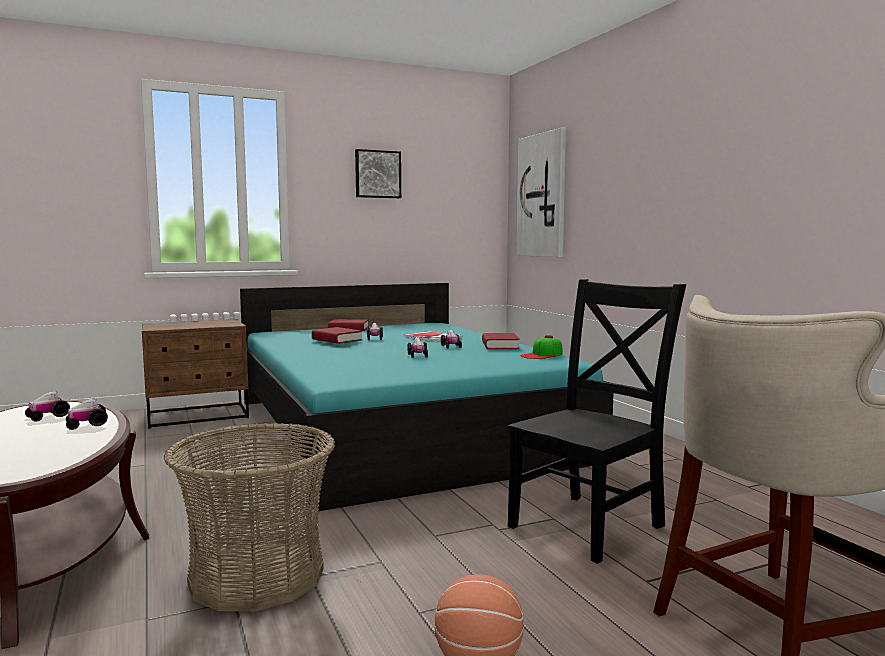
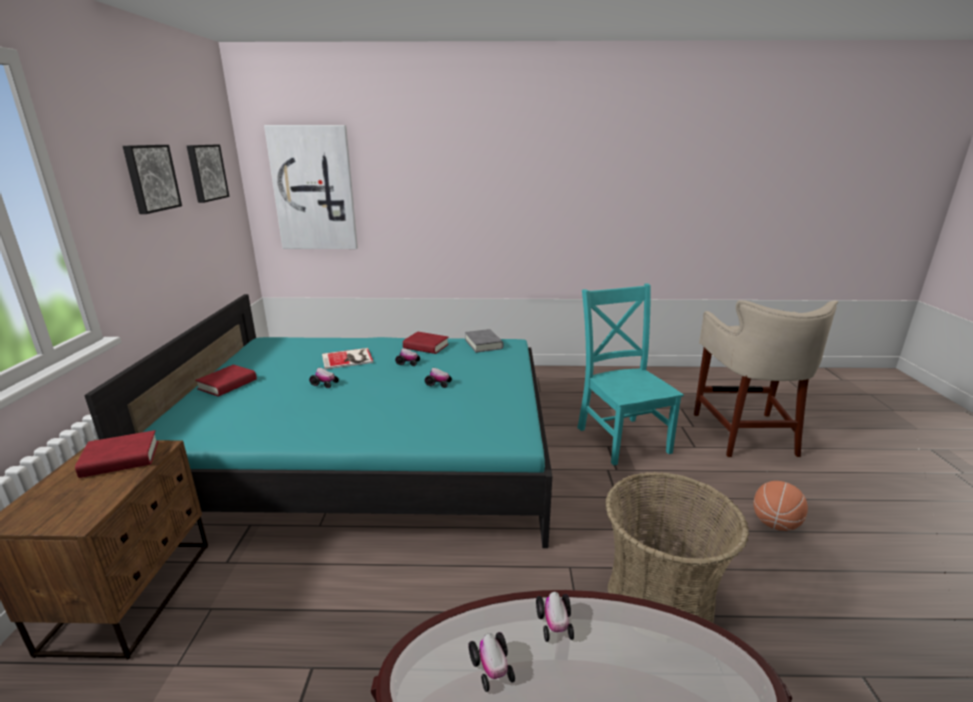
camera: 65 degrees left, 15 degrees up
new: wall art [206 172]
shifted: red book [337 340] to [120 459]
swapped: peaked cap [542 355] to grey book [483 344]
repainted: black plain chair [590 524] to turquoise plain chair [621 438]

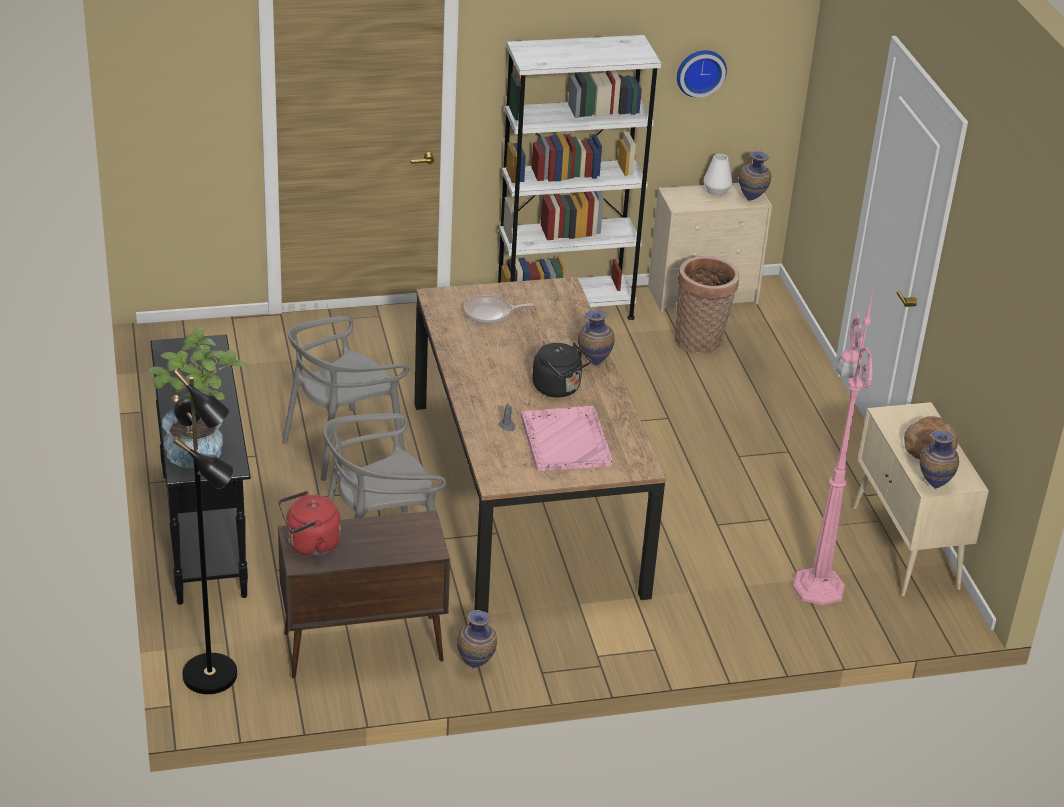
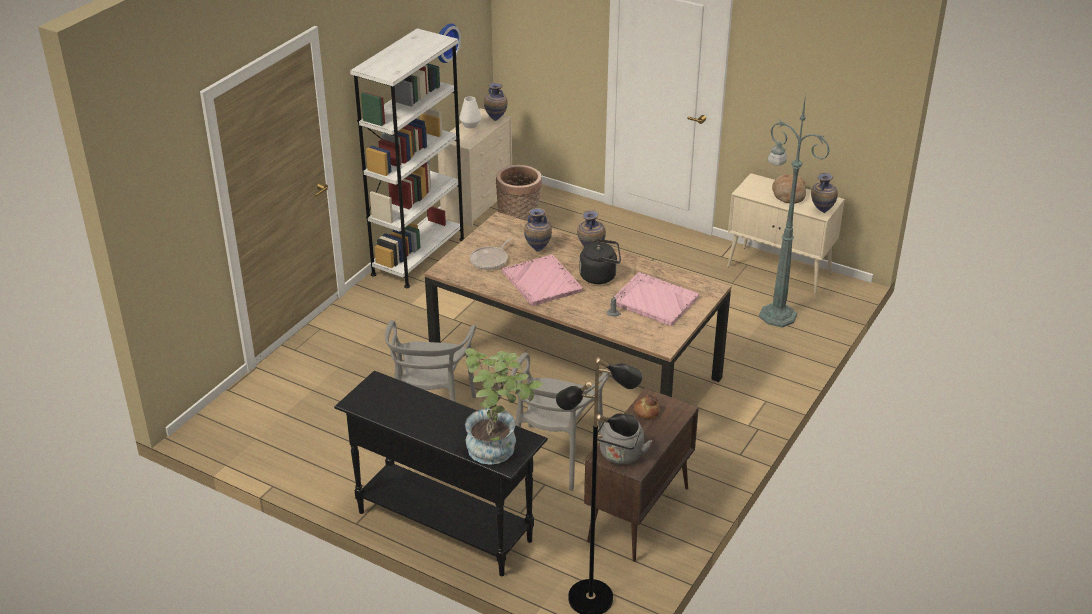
camera: 45 degrees left, 0 degrees up
new: pinkish tray [542 282]; baked bread [646 411]
shifted: vase [476 664] to [538 249]
repainted: red kettle [310 544] to grey kettle [620 456]; pinkish floor lamp [818 585] to green floor lamp [776 315]

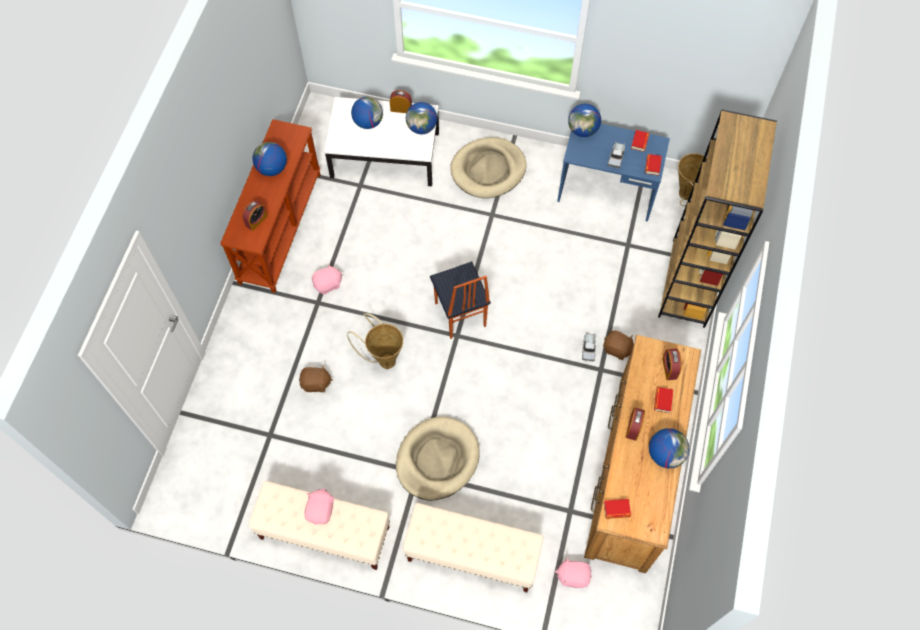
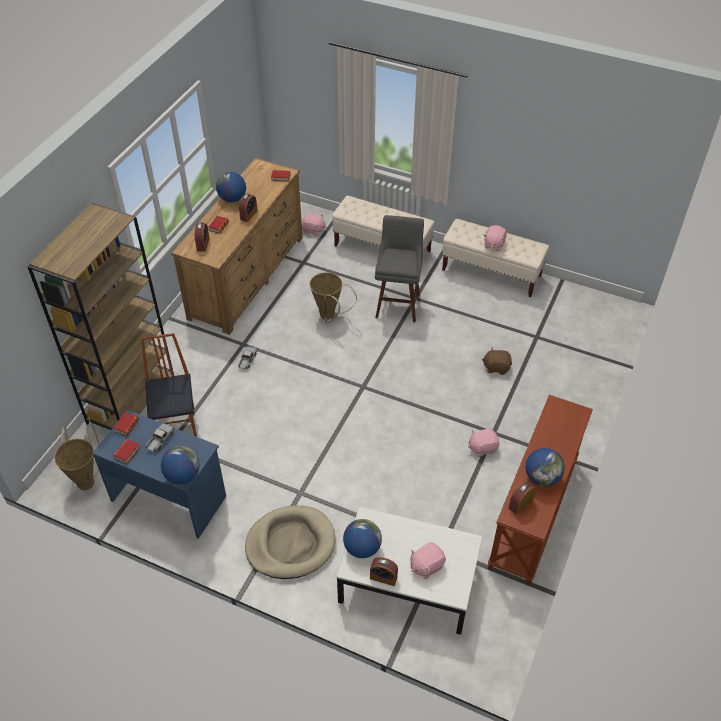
camera: 170 degrees left, 15 degrees down
gone: brown soft toy [617 349]
shifted: plain chair [459 315] to [178 426]; household basket [383 359] to [329 317]; bedside clock [256 220] to [520 504]
swapped: sand-coloured dog cushion [437 459] to grey sitting stool [398 303]; desk globe [368 122] to pinkish soft toy [426 565]

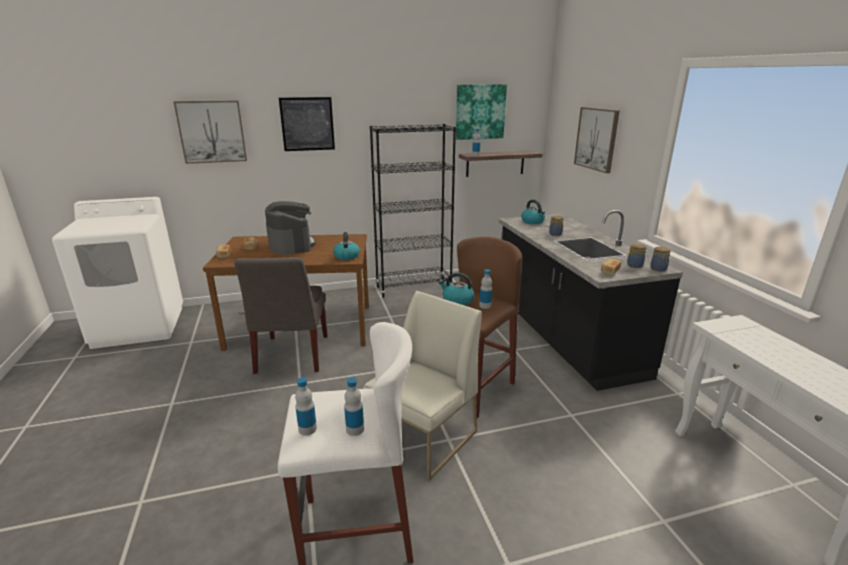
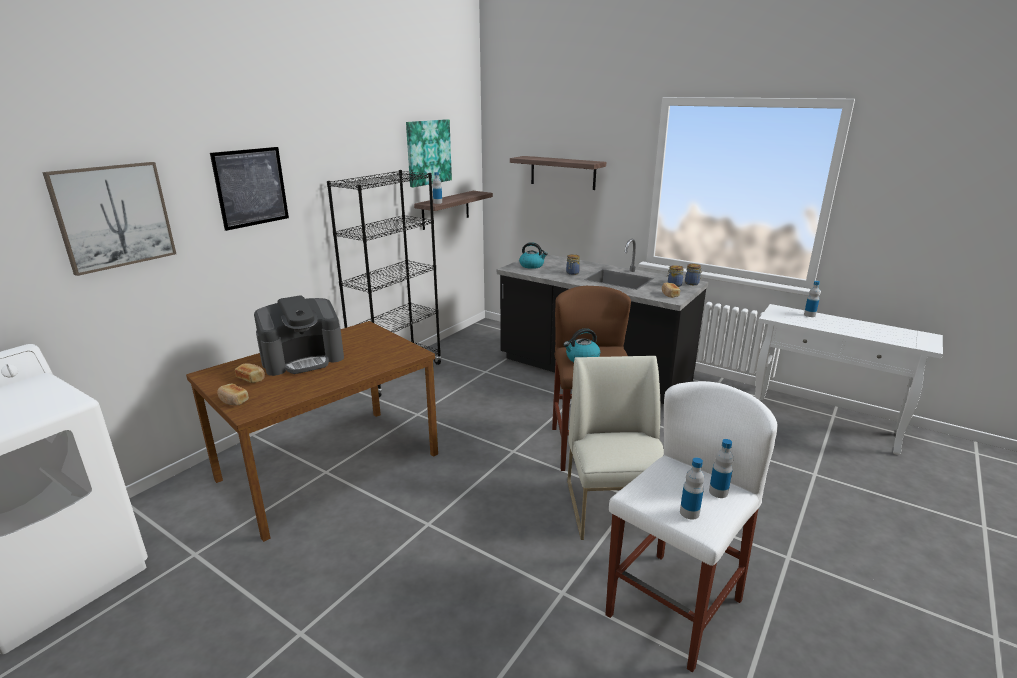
camera: 40 degrees left, 0 degrees up
gone: grey plain chair [291 356]; kettle [346 256]
shifted: drink bottle [485 306] to [809 315]
swapped: wall art [596 139] to bracket shelf [562 172]
rotated: coffee maker [291 245] = [303 359] 120 degrees clockwise

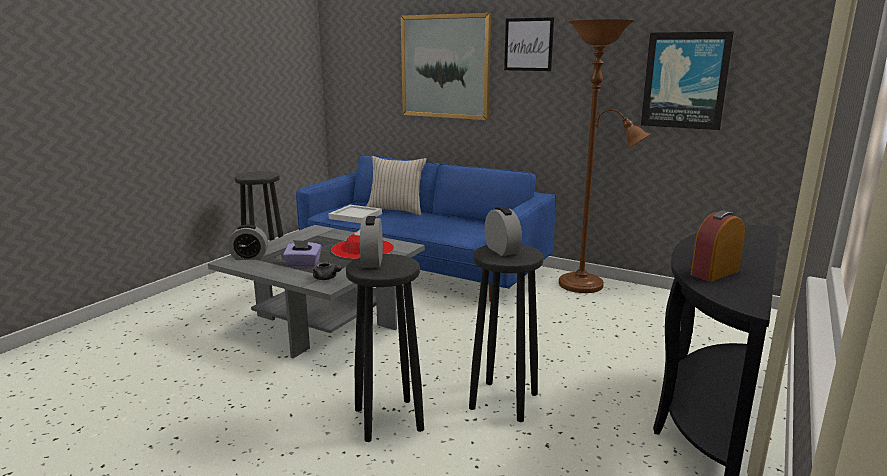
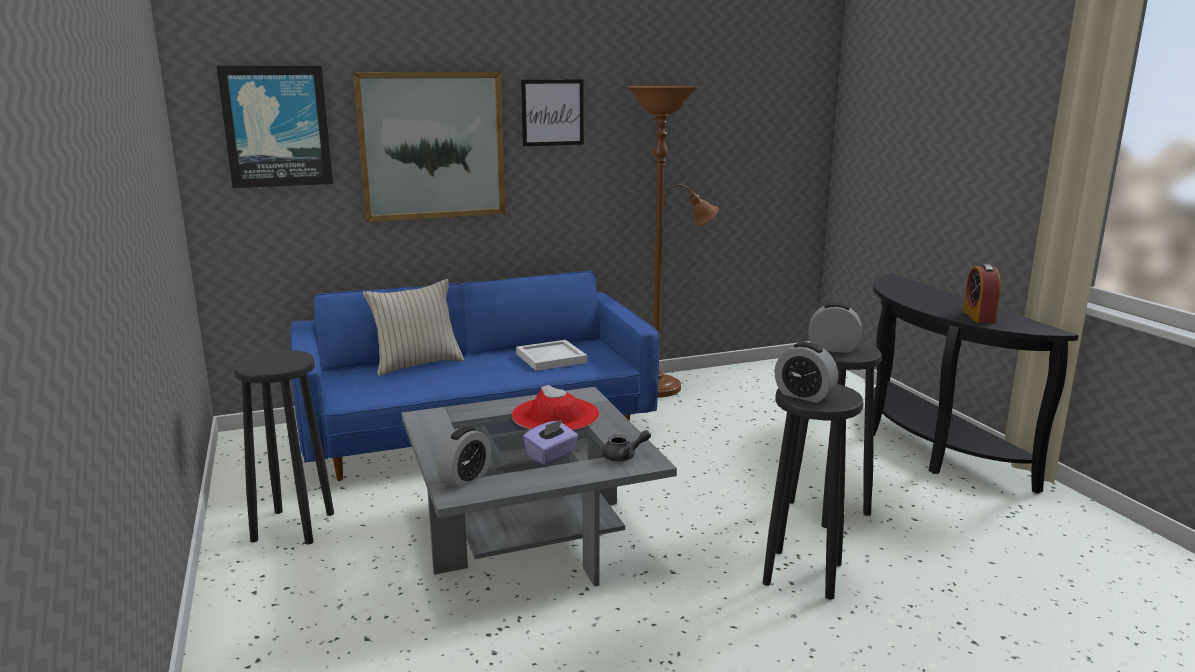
camera: 50 degrees left, 0 degrees up
shifted: wall art [685 80] to [277 126]; whitish tray [355 216] to [550 358]

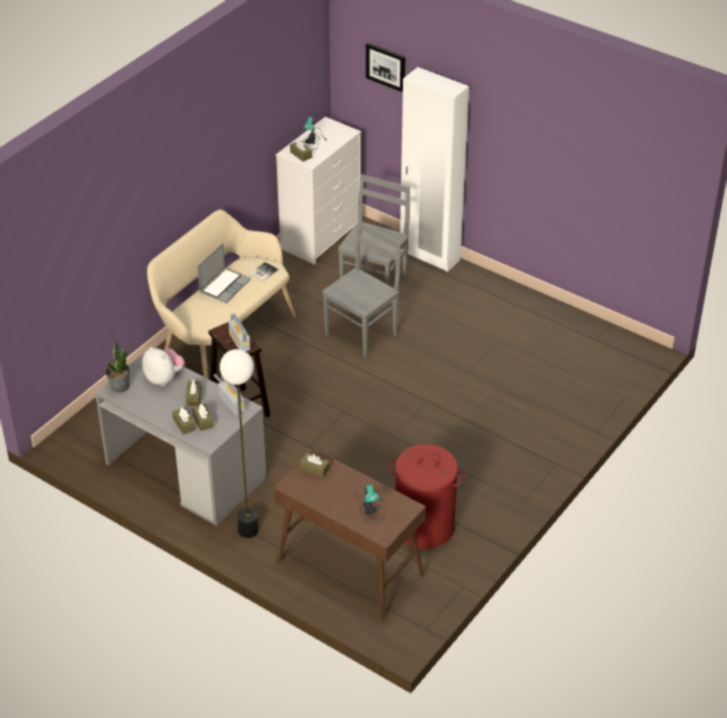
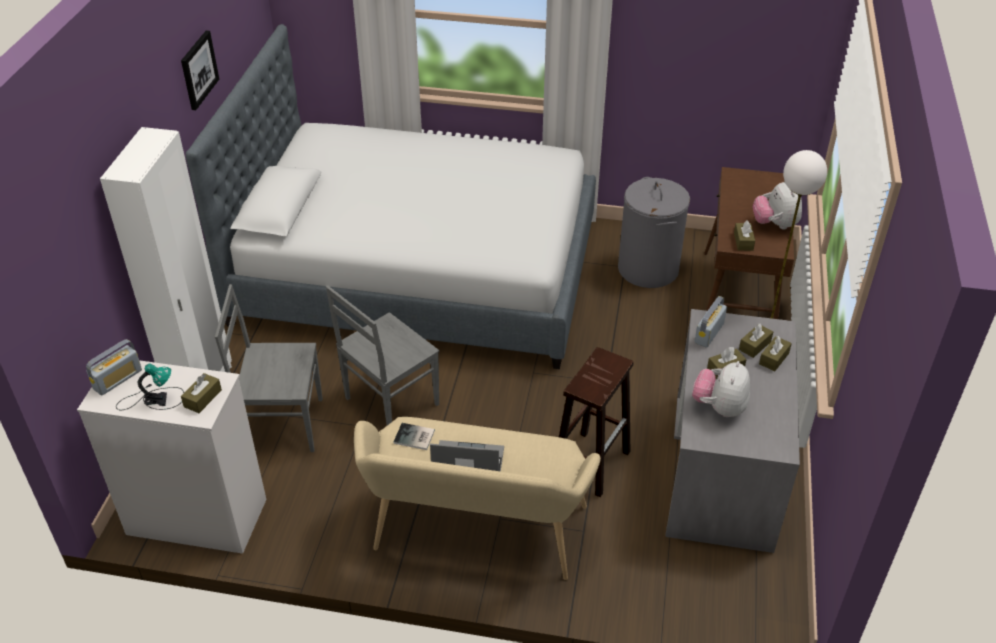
camera: 115 degrees left, 0 degrees up
gone: plant in a pot [120 386]; table lamp [370 506]
new: sleeping bed [418 271]; soft toy [774 224]
shifted: radio receiver [239 342] to [117 379]; wall art [386 66] to [198 70]
repainted: red washing basket [424 527] to grey washing basket [648 269]
rotated: grey plain chair [362 333] = [389 402] 60 degrees counterclockwise

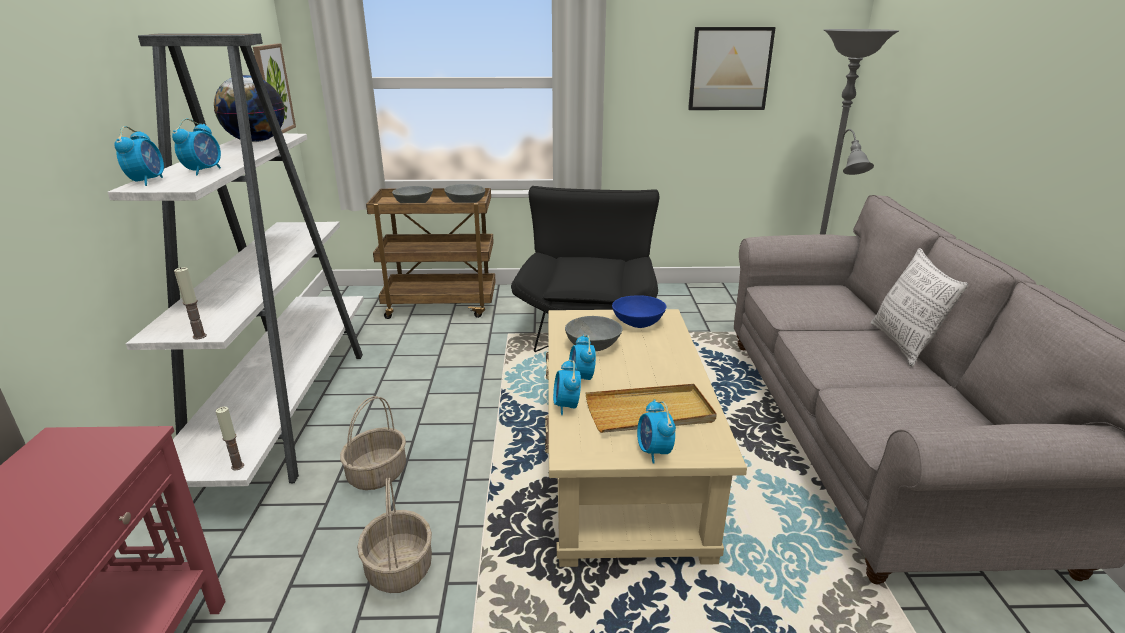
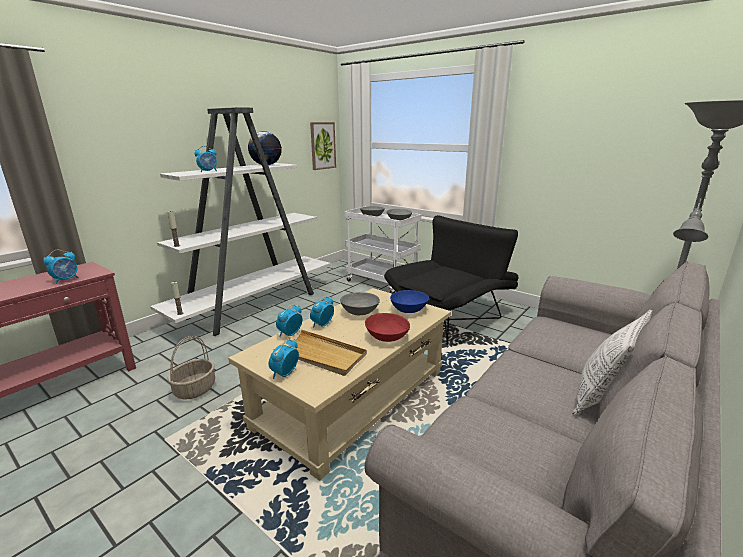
camera: 40 degrees right, 5 degrees down
gone: household basket [377 473]; wall art [730 69]
new: red serving bowl [386 337]
shifted: bedside clock [147 181] to [66 280]
repainted: brown trolley [442 305] to whitish trolley [382 282]

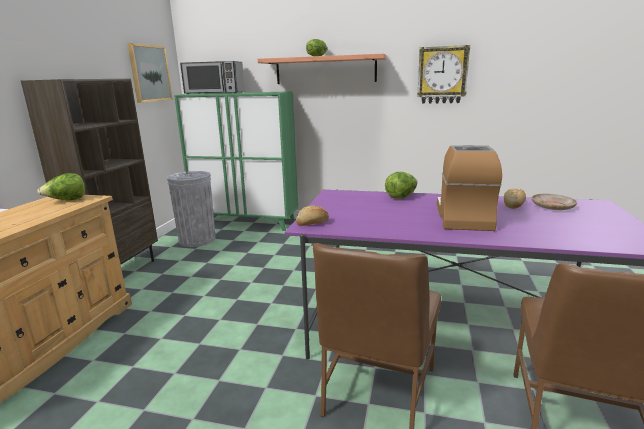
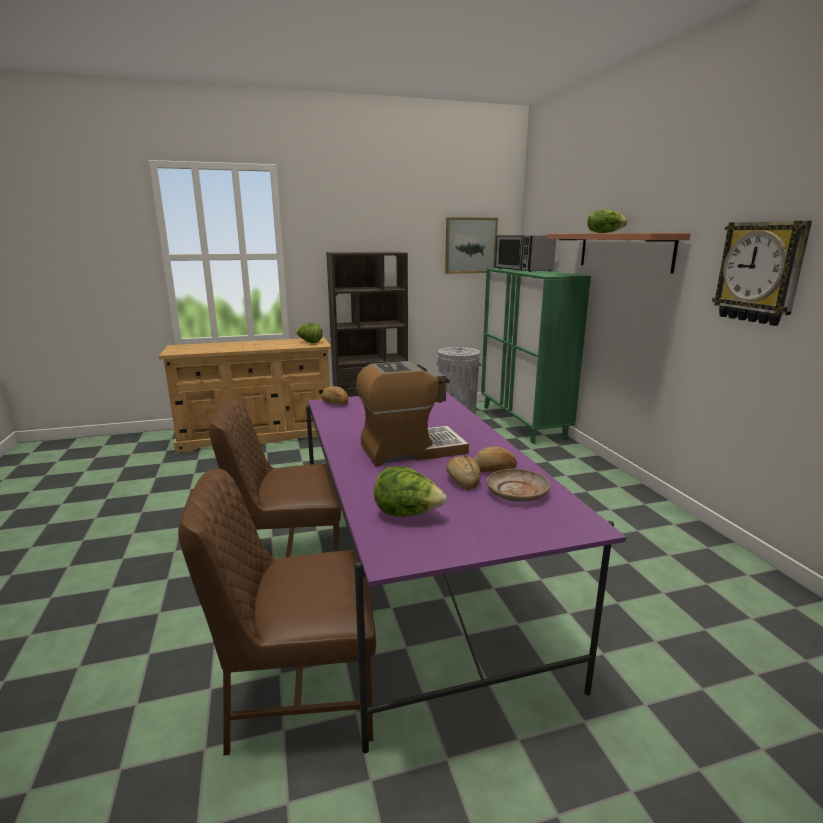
camera: 60 degrees right, 0 degrees up
new: baked bread [462 481]
shifted: head of lettuce [401 197] to [407 514]

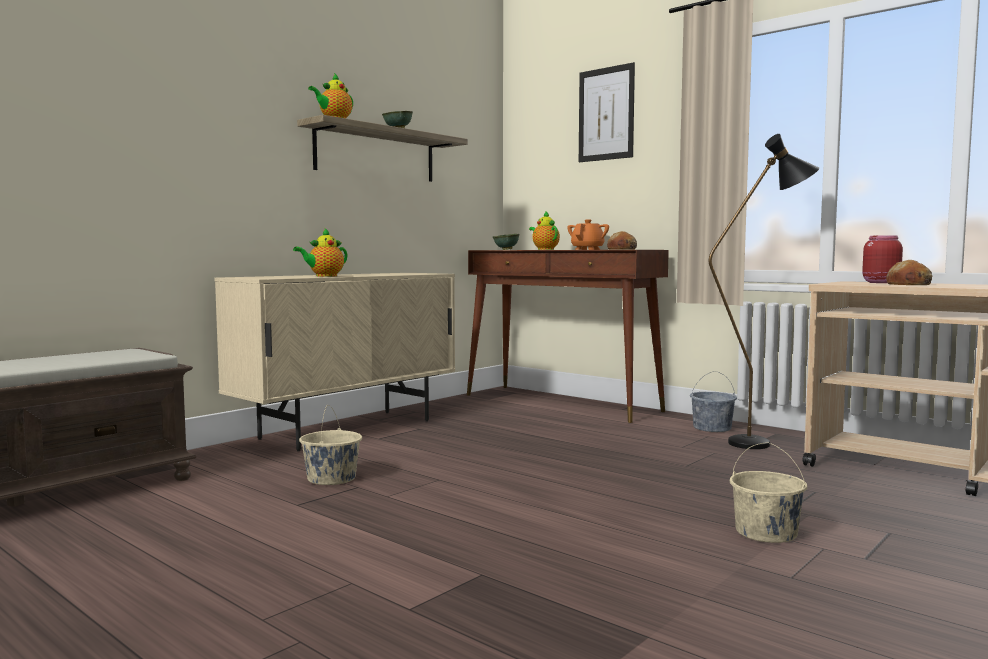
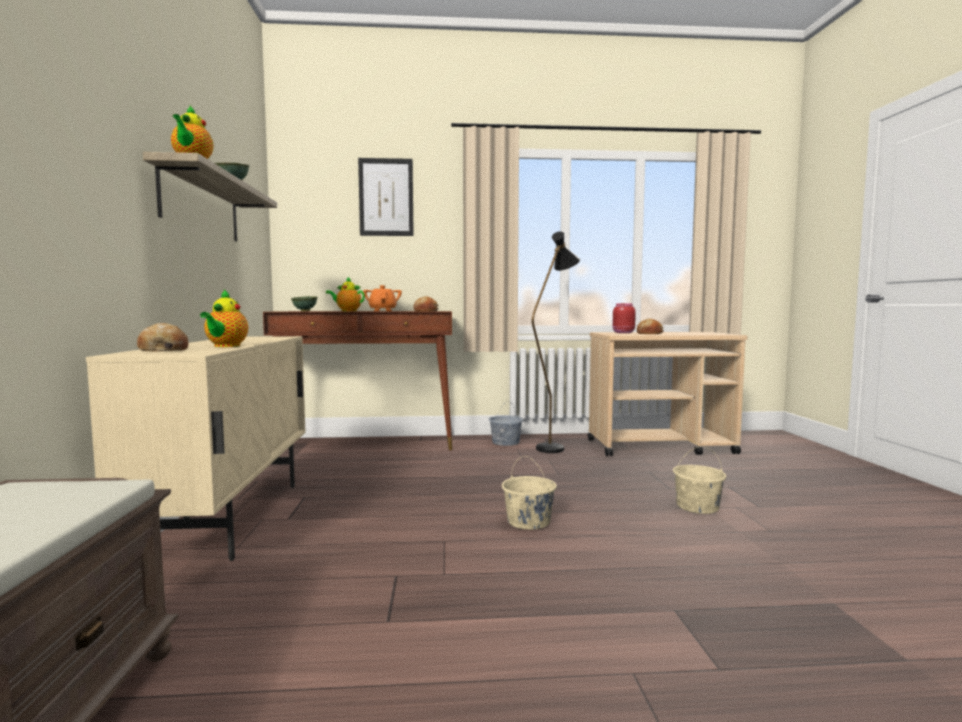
camera: 45 degrees left, 0 degrees up
new: baked bread [163 350]
shifted: sand-coloured bucket [331 479] to [529 521]

